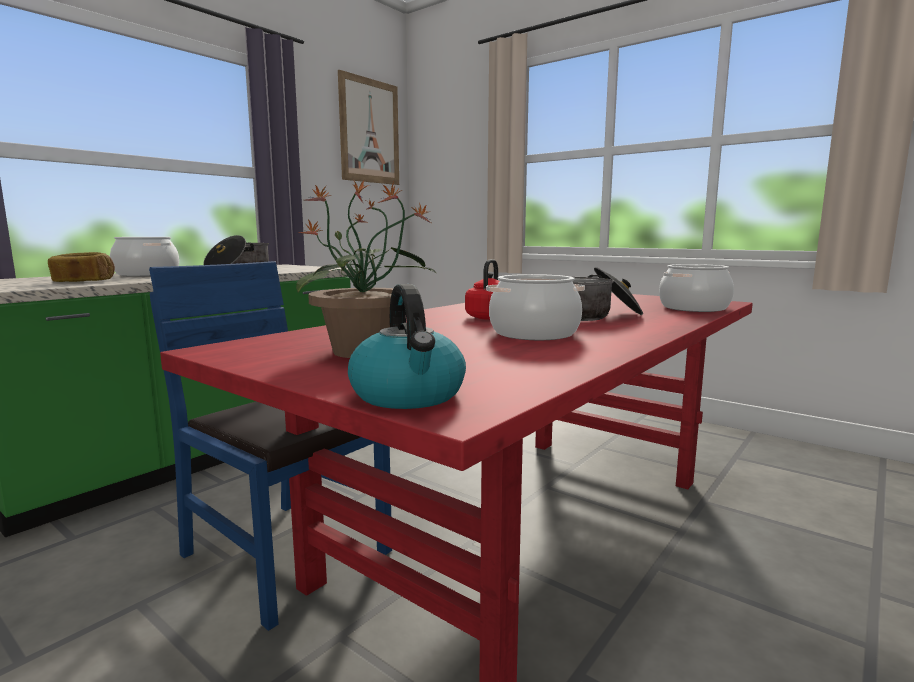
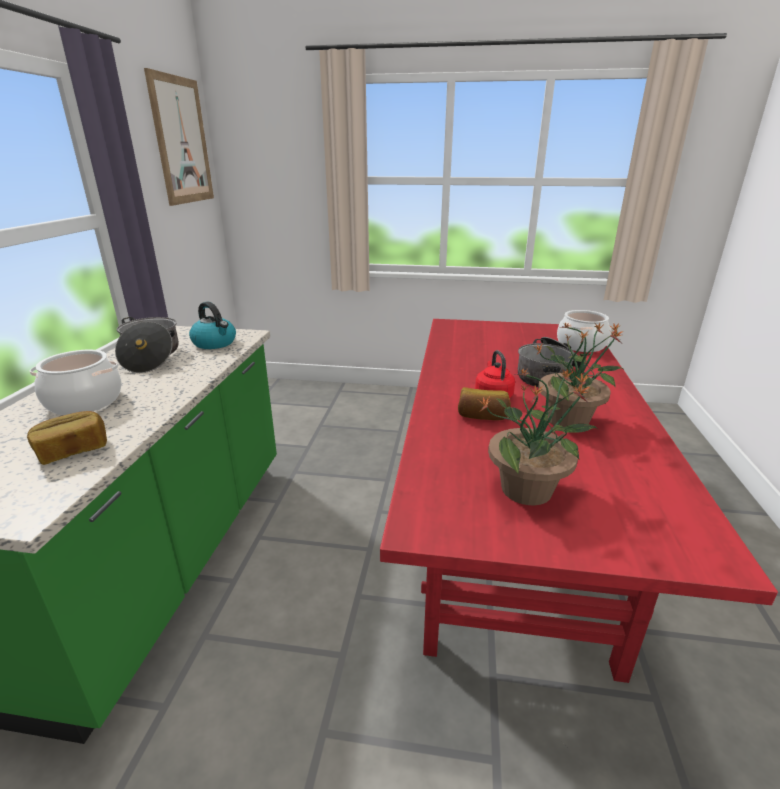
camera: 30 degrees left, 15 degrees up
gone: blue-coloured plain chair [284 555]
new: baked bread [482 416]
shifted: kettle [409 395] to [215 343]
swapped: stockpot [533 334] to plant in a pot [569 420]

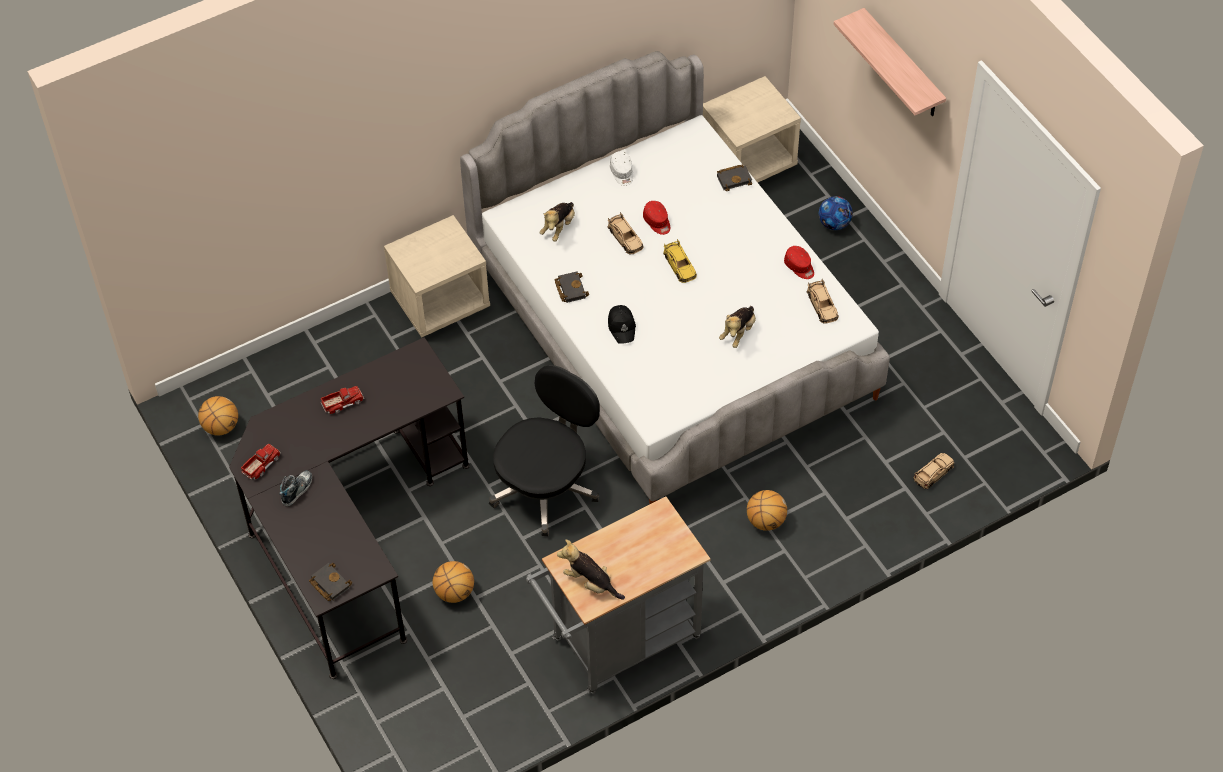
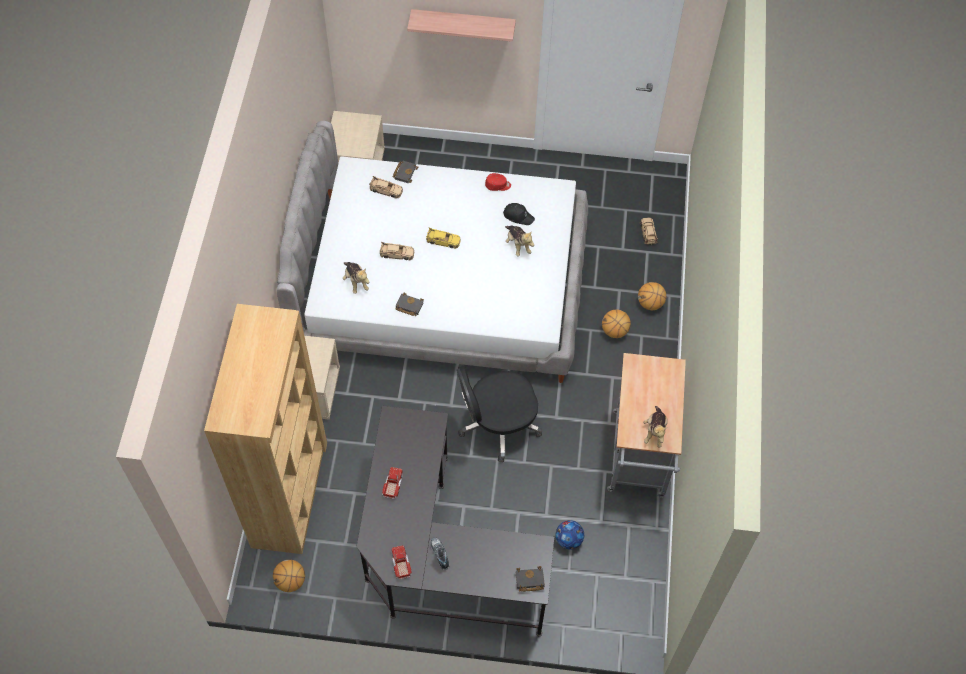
camera: 55 degrees left, 5 degrees up
gone: whitish peaked cap [622 173]; red peaked cap [657 222]
new: brown shelving unit [290 493]
shifted: sand-coloured miniature car [822 305] to [386 190]; black peaked cap [622 326] to [518 216]; football ball [834 224] to [568 540]; basketball [454 592] to [650 303]
rotated: black desk chair [546 486] = [497 425] 90 degrees counterclockwise; soft toy [590 582] = [655 431] 60 degrees counterclockwise

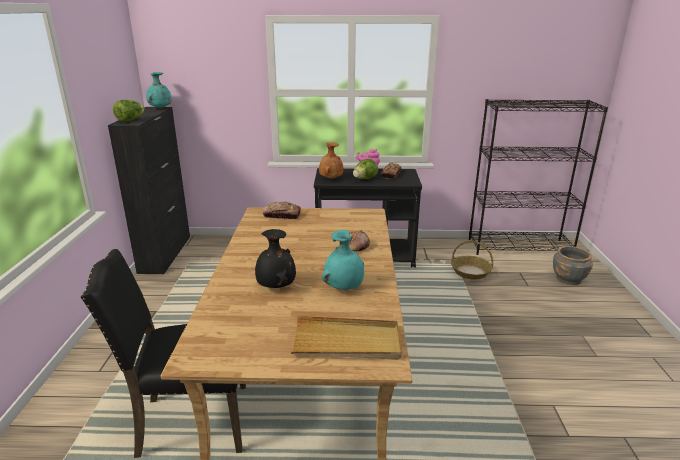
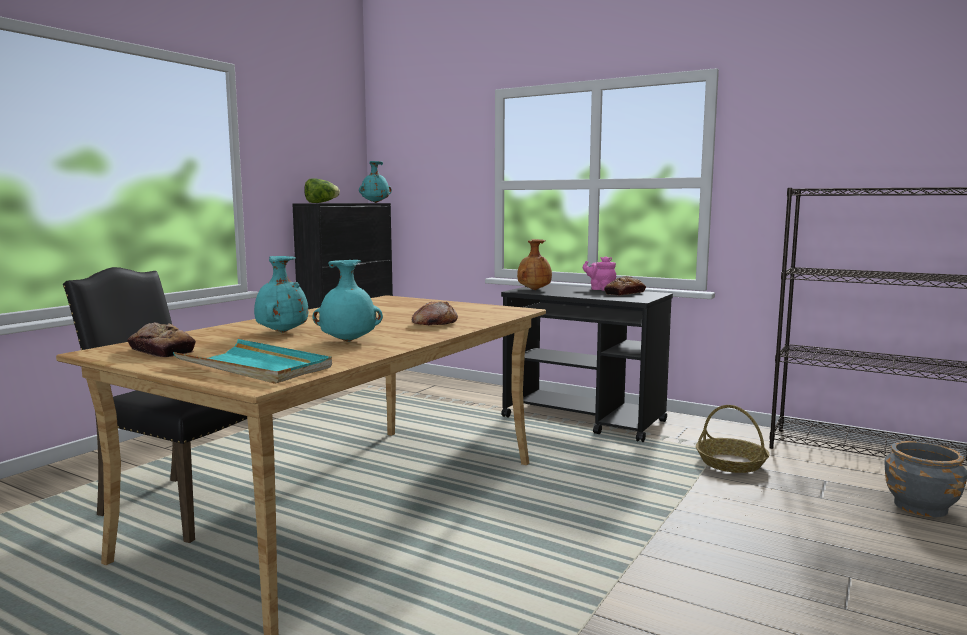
camera: 30 degrees right, 15 degrees down
gone: head of lettuce [364 179]
shifted: baked bread [282 215] to [161 351]
repainted: sand-coloured tray [347 342] to turquoise tray [255 367]; black vase [275 286] to turquoise vase [281 332]

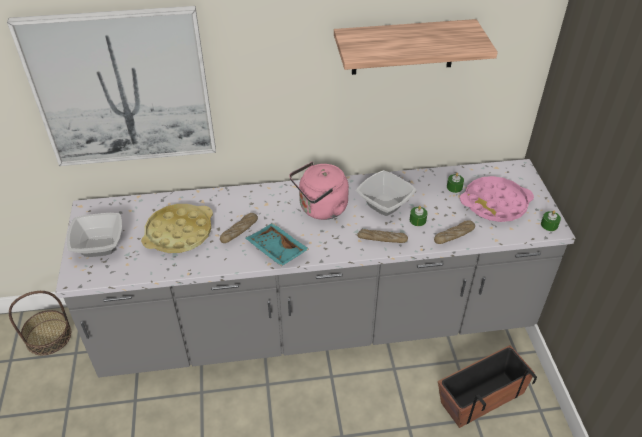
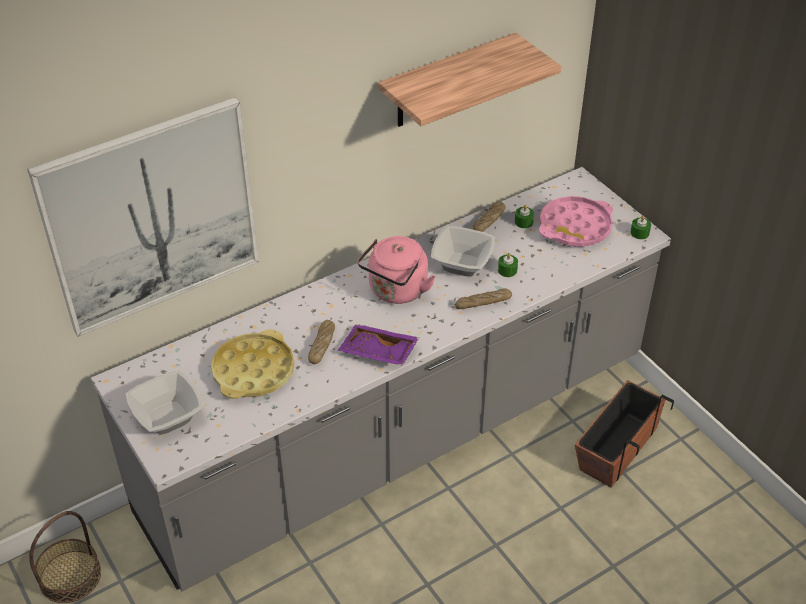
camera: 25 degrees left, 0 degrees up
shifted: baked bread [454 235] to [488 221]
repainted: turquoise tray [276 250] to purple tray [377 352]

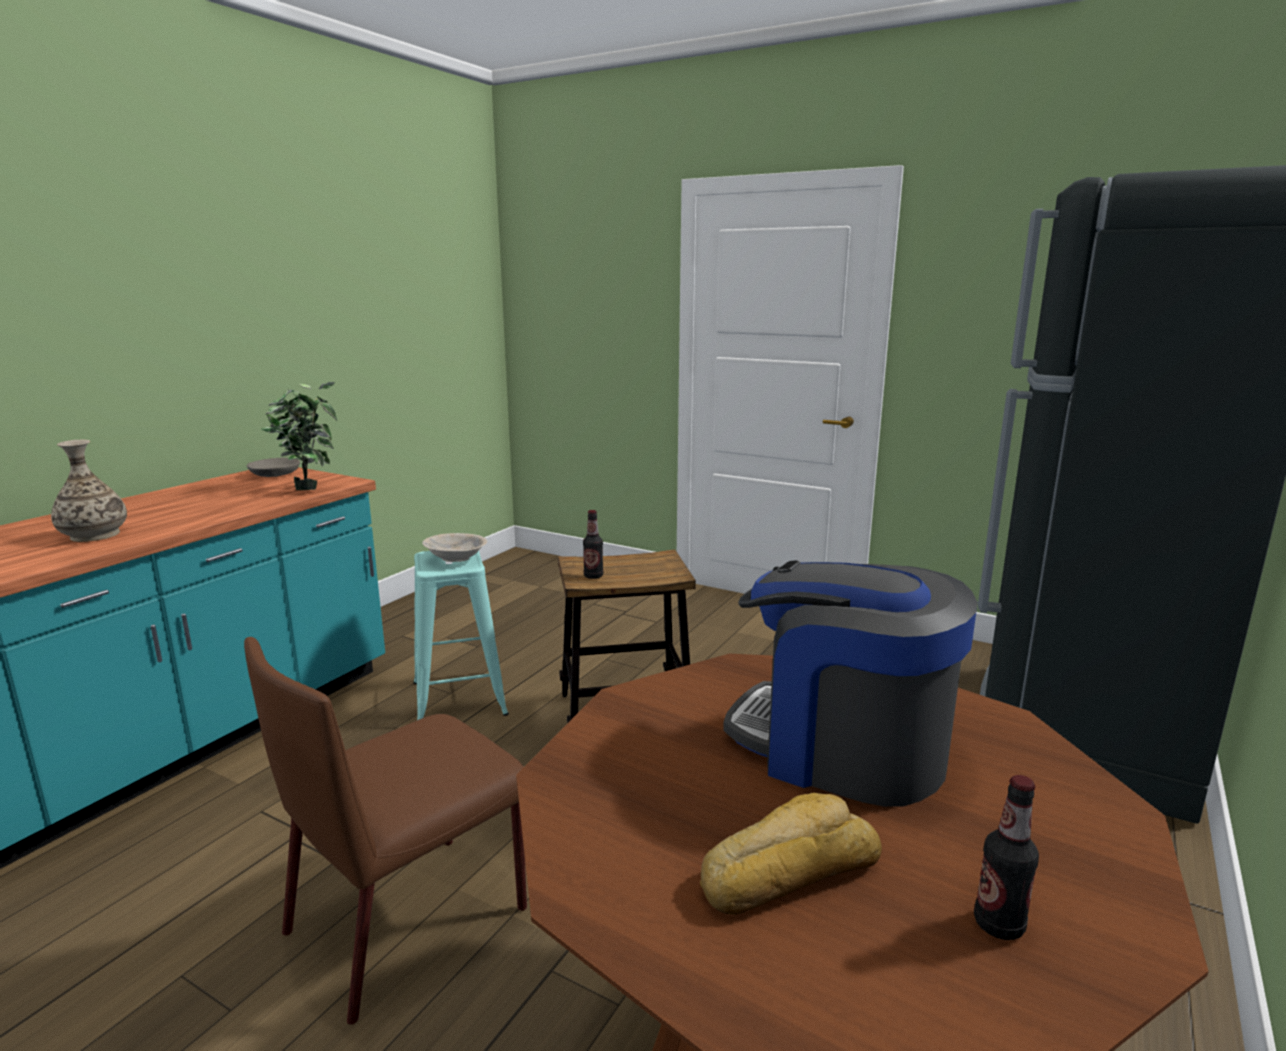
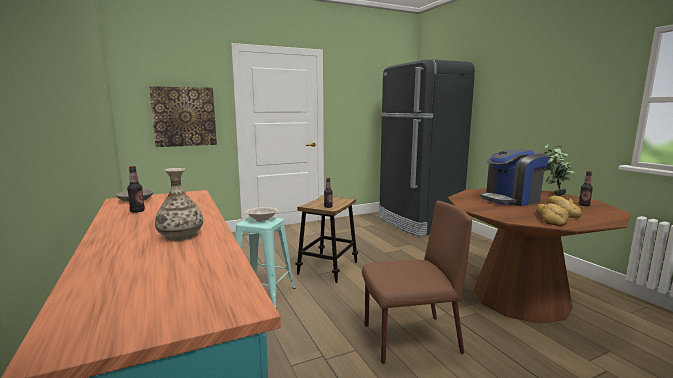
camera: 55 degrees left, 5 degrees down
new: drink bottle [137 211]; wall art [184 116]; baked bread [550 219]
shifted: plant in a pot [309 488] to [552 195]
rotated: brown plain chair [411 917] = [409 339] 90 degrees counterclockwise

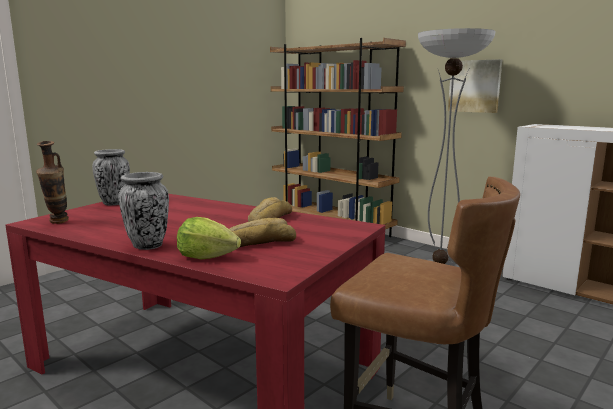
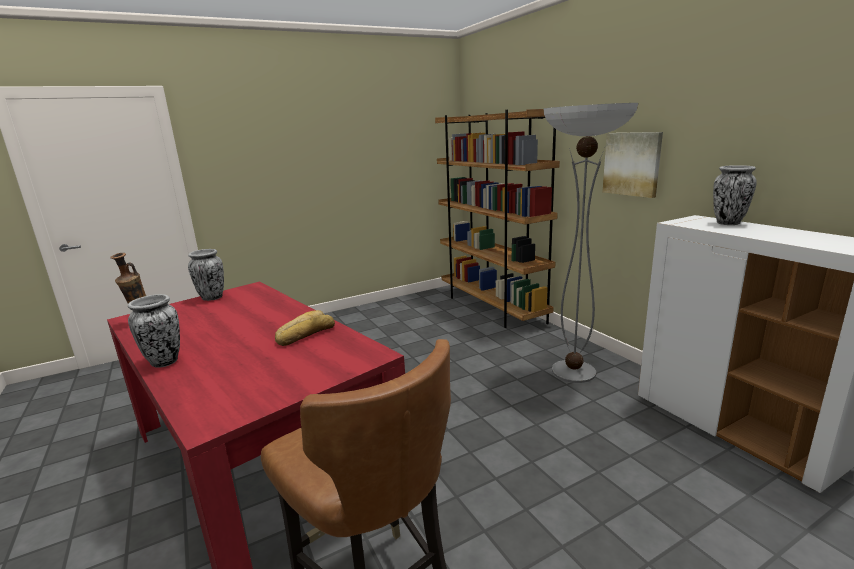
camera: 20 degrees right, 5 degrees up
gone: head of lettuce [207 257]; baked bread [259 242]
new: vase [727 223]

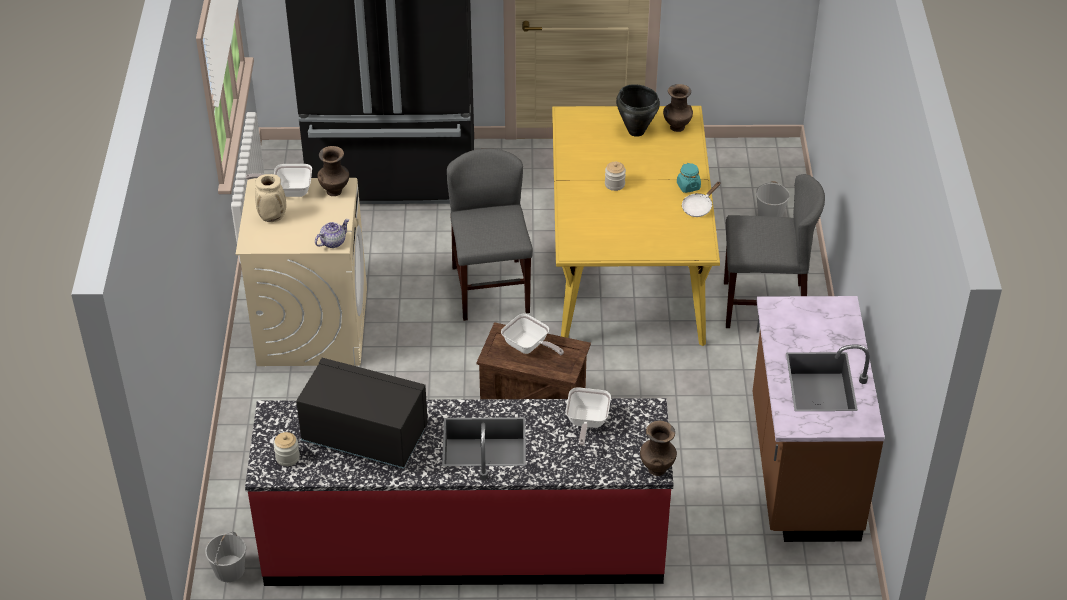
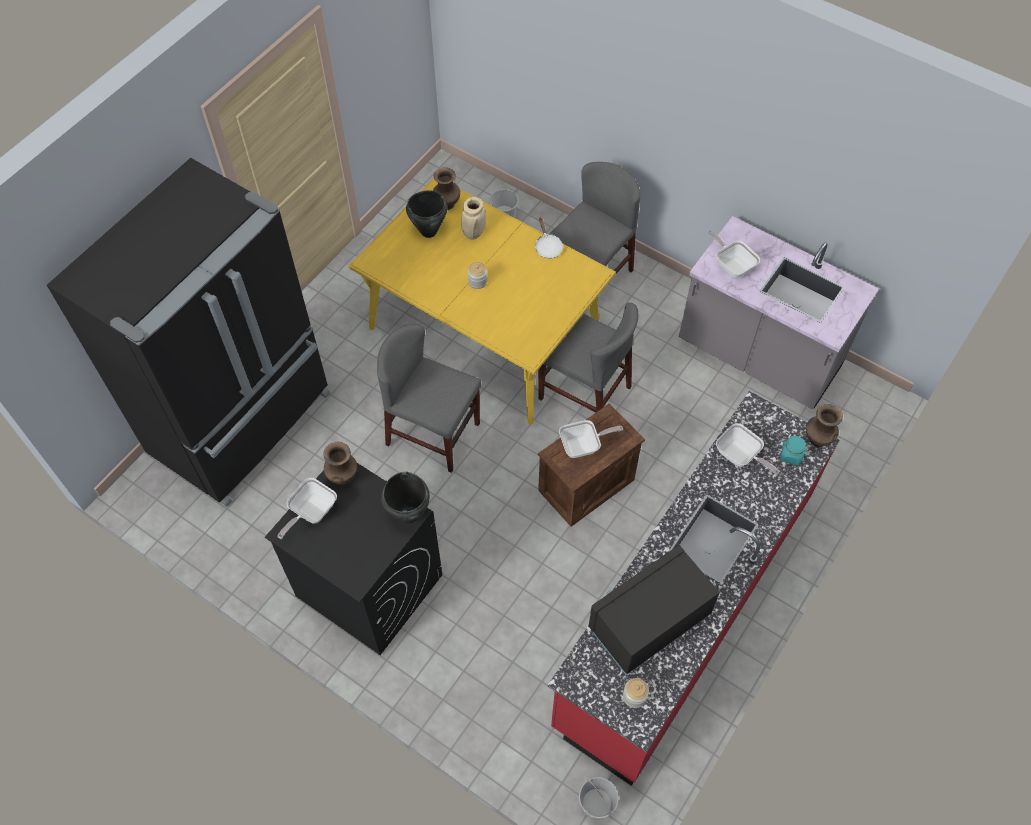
camera: 55 degrees left, 15 degrees up
new: grey plain chair [584 393]; frying pan [732 265]
shifted: sand-coloured vase [273 217] to [474 232]; turquoise preserve jar [688 186] to [791 455]
swapped: pot for tea [333 242] to black stockpot [408 515]
repainted: sand-coloured laundry machine [312 326] to black laundry machine [368 585]; brown counter [801 470] to grey counter [758 357]

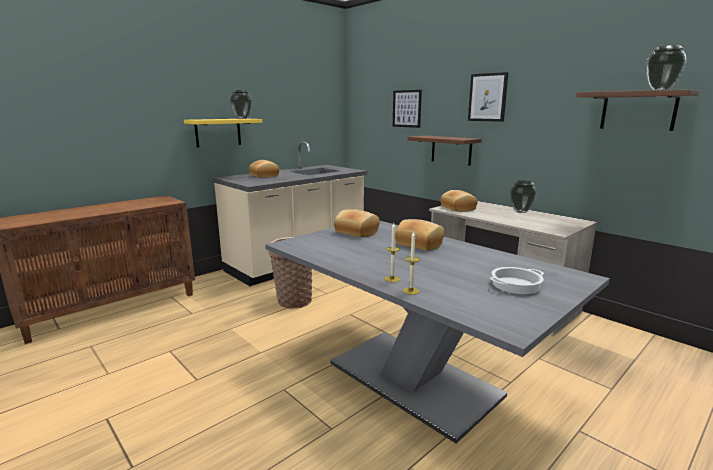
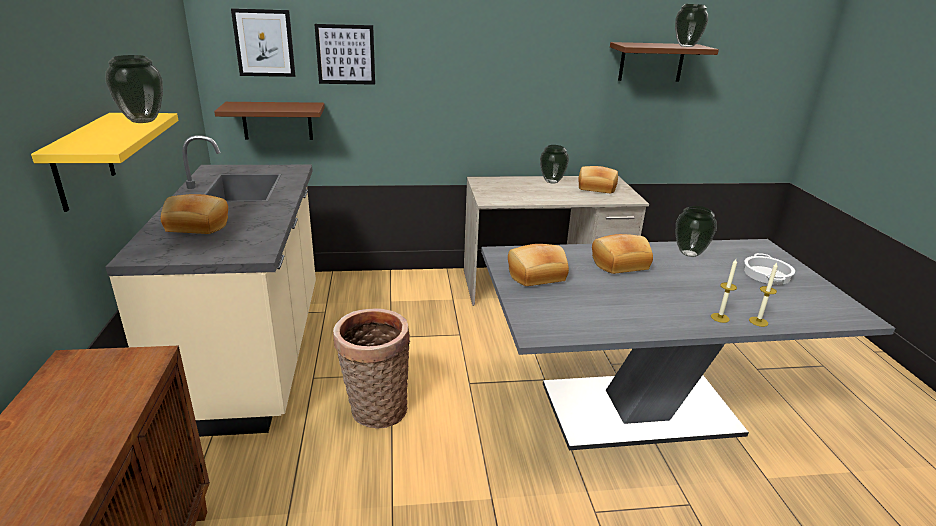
camera: 55 degrees left, 10 degrees up
new: vase [688 253]
shifted: brown bracket shelf [451 150] to [277 120]; wall art [487 97] to [264 43]; baked bread [457 208] to [596 188]

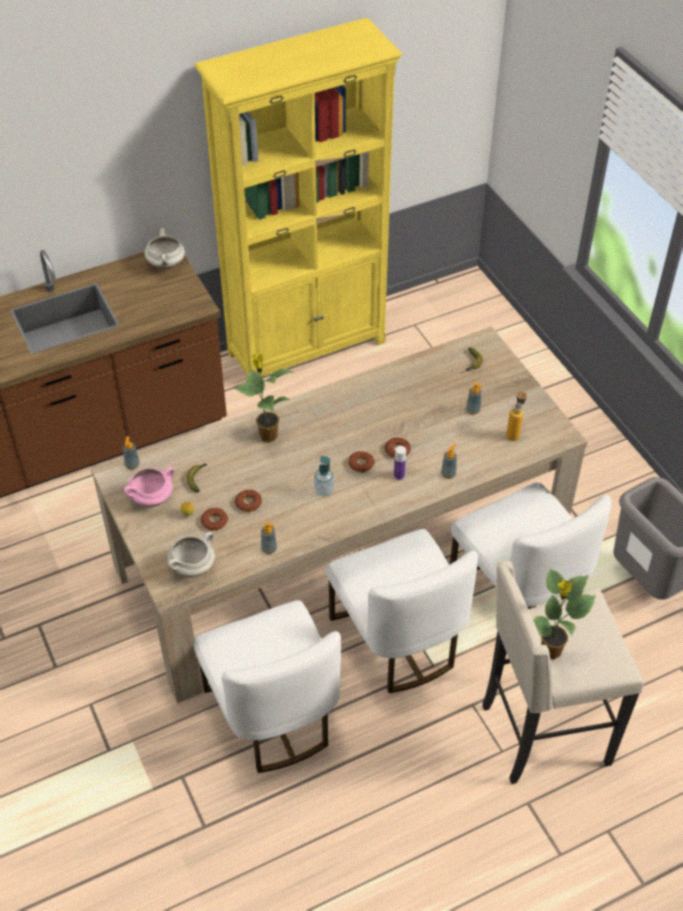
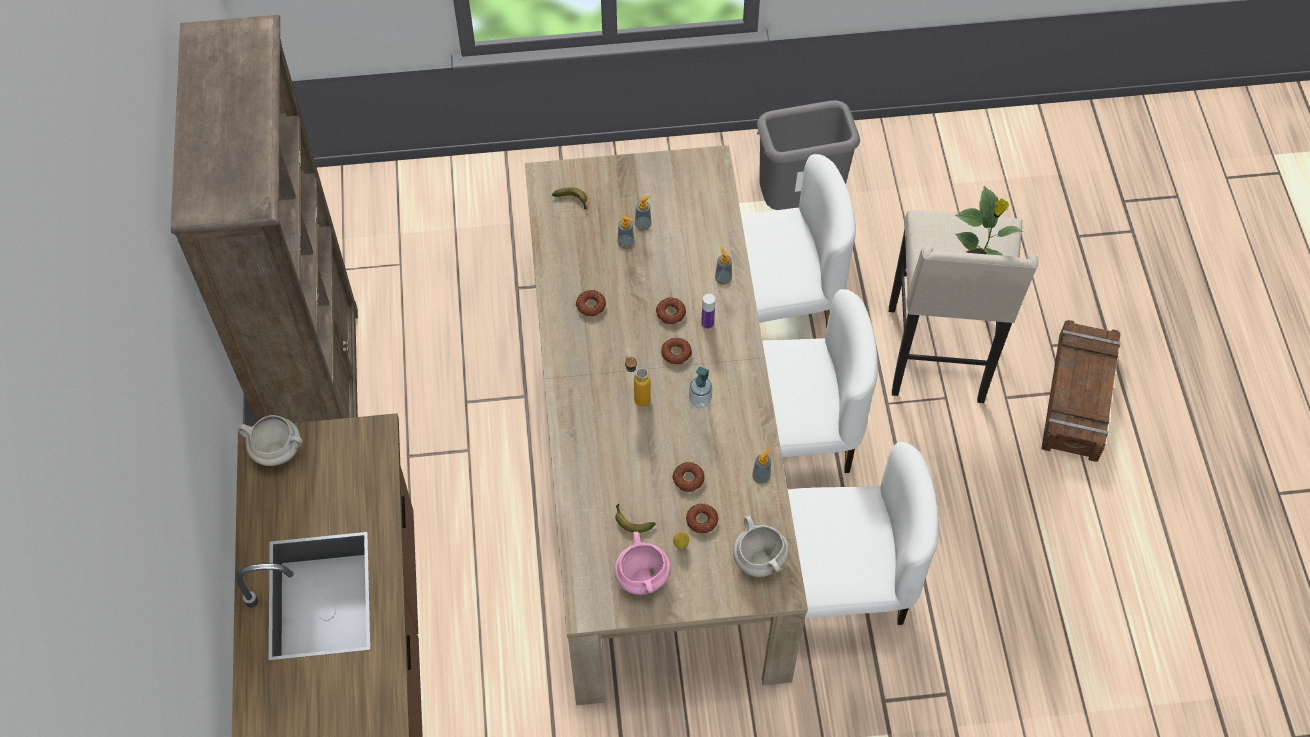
camera: 70 degrees left, 10 degrees up
gone: plant in a pot [267 435]
new: ring doughnut [590 305]; shipping crate [1079 397]
shifted: soap dispenser [132 465] to [626 243]; drink bottle [514 432] to [637 396]
repainted: yellow-coloured shelving unit [308 347] to brown shelving unit [321 393]

